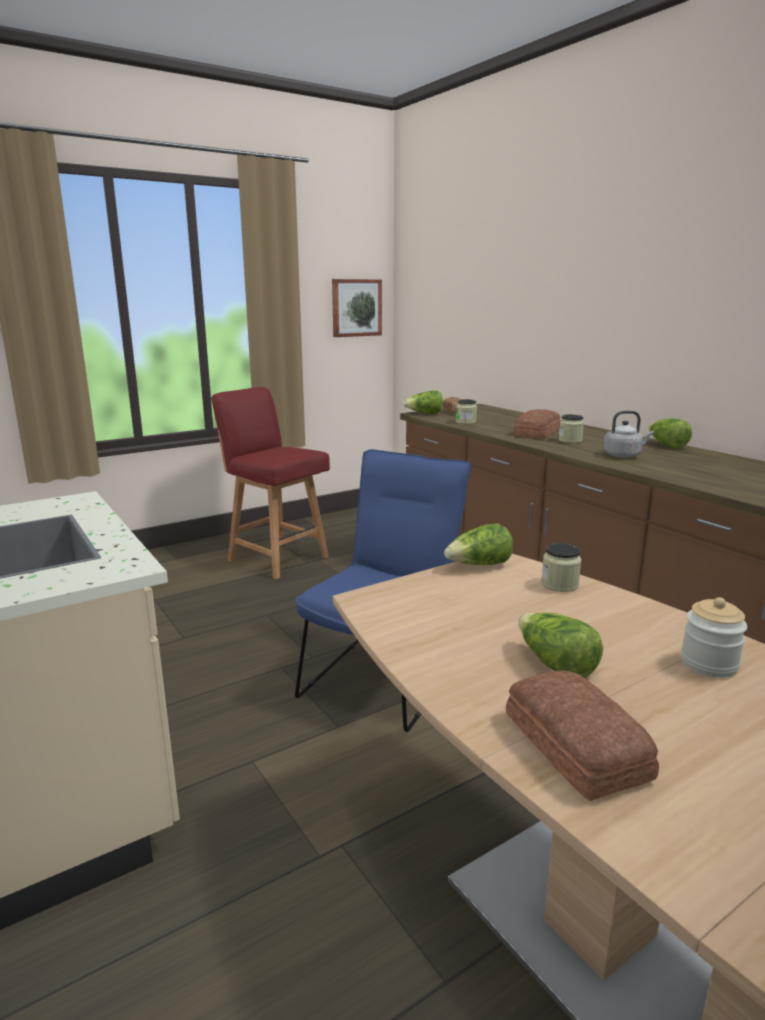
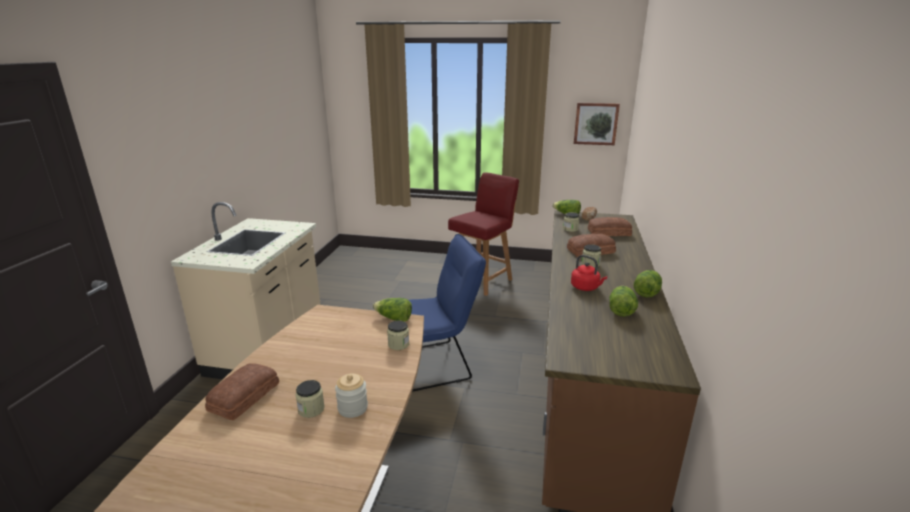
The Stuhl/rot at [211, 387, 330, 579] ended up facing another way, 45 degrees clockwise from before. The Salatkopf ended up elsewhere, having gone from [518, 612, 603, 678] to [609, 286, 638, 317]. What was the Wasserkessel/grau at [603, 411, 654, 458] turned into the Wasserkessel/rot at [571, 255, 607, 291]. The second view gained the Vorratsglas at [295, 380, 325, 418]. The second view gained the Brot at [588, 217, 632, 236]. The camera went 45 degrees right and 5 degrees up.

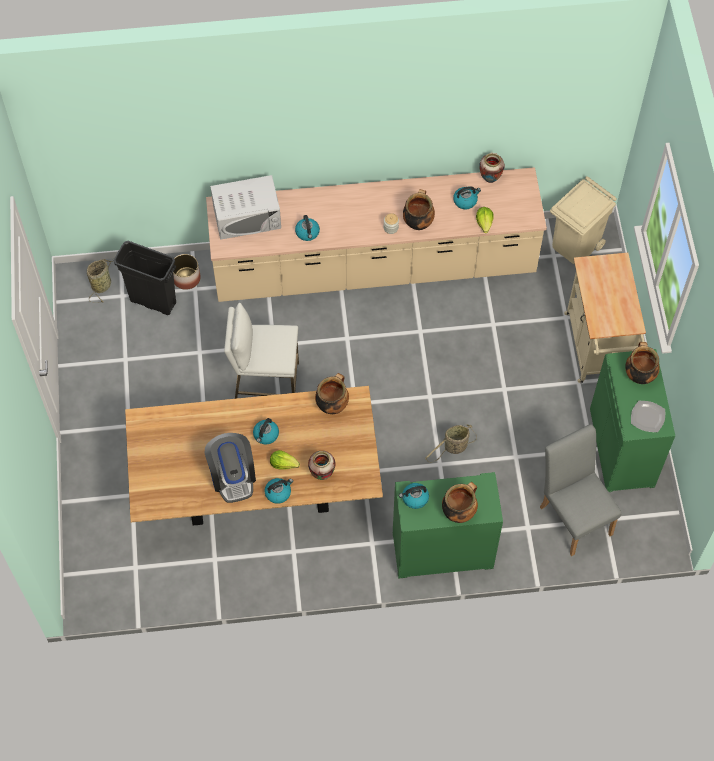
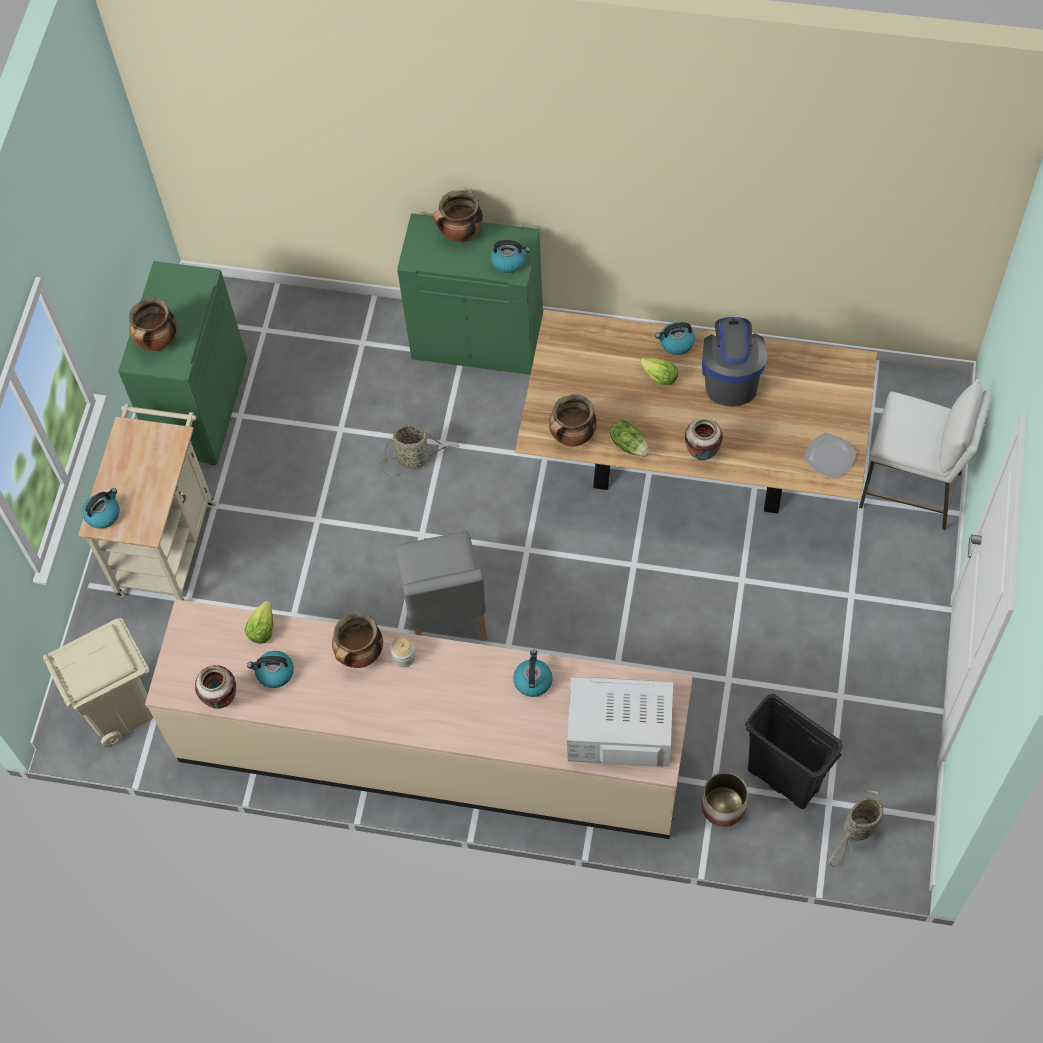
The Hocker/weiß ended up elsewhere, having gone from [224, 303, 299, 399] to [859, 379, 992, 530]. The Wasserkessel ended up elsewhere, having gone from [253, 418, 279, 444] to [82, 488, 120, 529]. The Vase ended up elsewhere, having gone from [308, 451, 335, 480] to [685, 418, 723, 460]. The Stuhl/grau ended up elsewhere, having gone from [540, 424, 622, 556] to [395, 531, 487, 641]. The Teller ended up elsewhere, having gone from [631, 401, 665, 432] to [804, 432, 857, 479]. The second view gained the Salatkopf at [610, 420, 649, 457]. The camera went 160 degrees left and 0 degrees up.

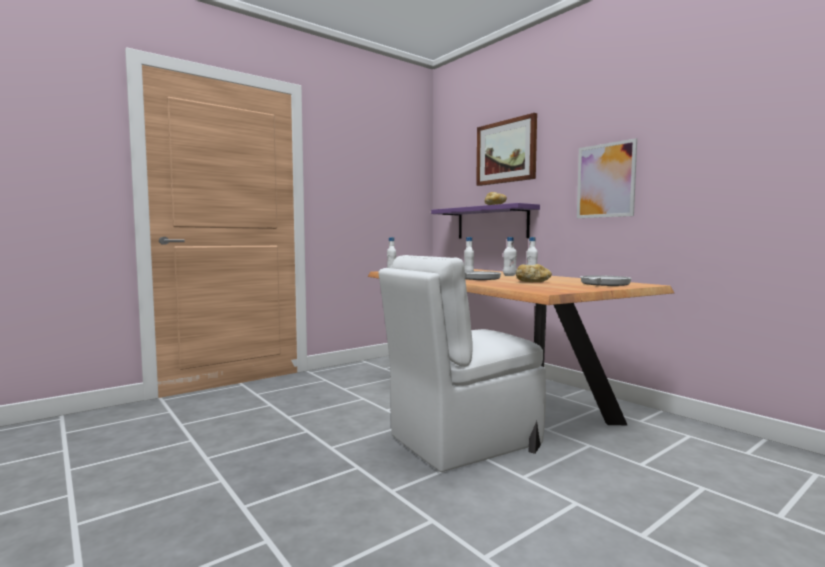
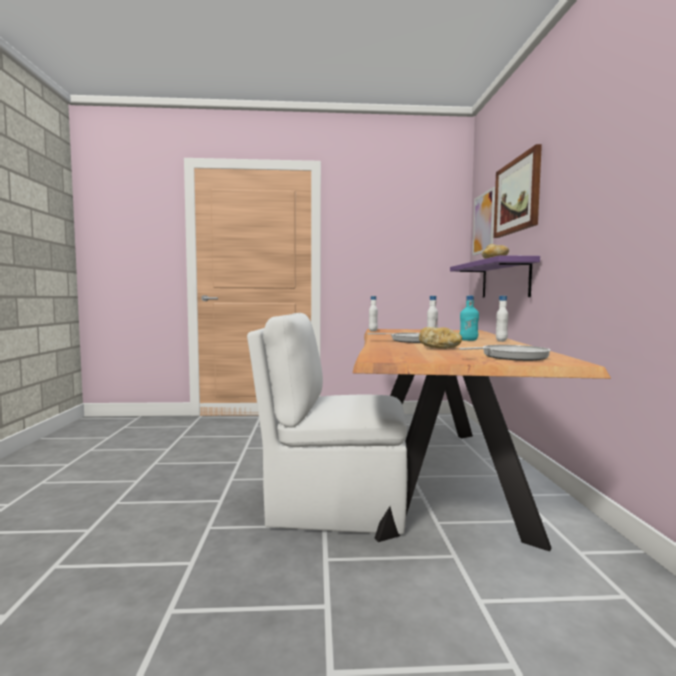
What was the Flasche/weiß at [503, 237, 517, 276] turned into the Flasche/türkis at [460, 296, 479, 341]. The Bild ended up elsewhere, having gone from [577, 138, 637, 218] to [472, 187, 495, 256]. The camera went 35 degrees right and 0 degrees up.

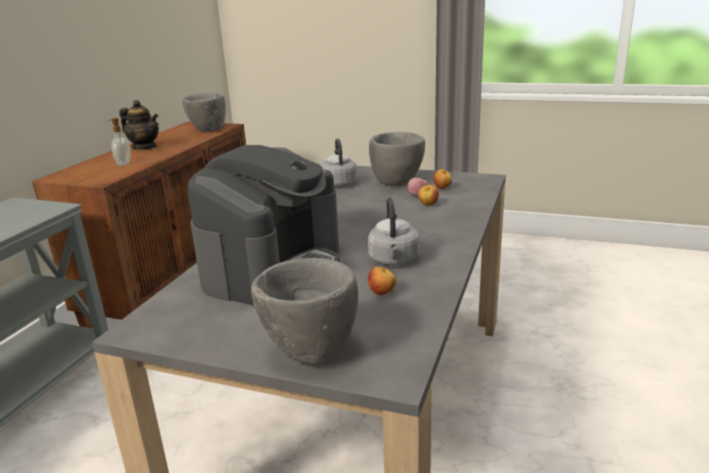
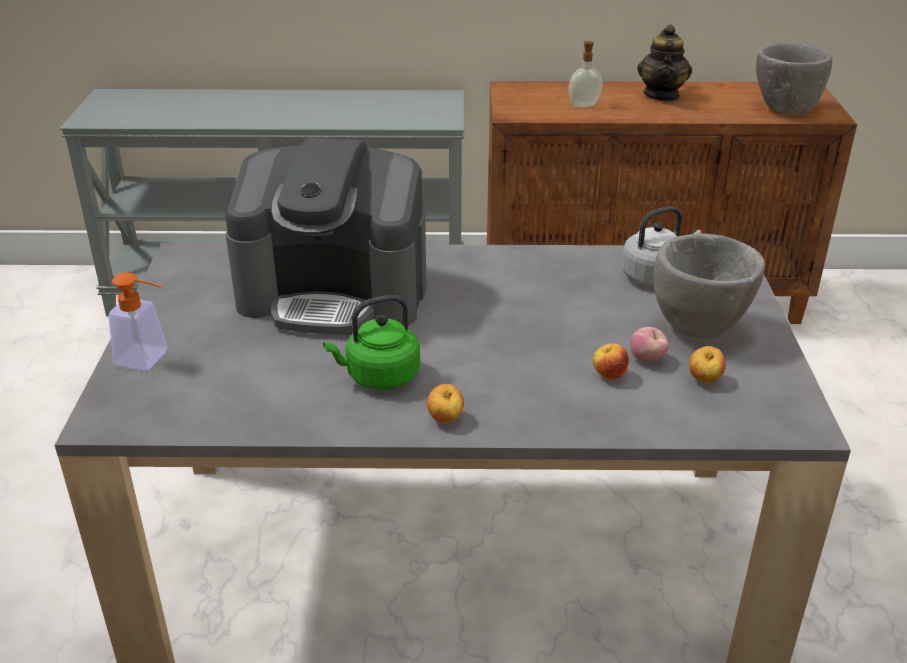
Where the Schüssel/grau stood at [251, 258, 358, 365], the Seifenspender came to stand at [108, 272, 167, 371]. What was the Wasserkessel/grau at [368, 197, 419, 266] turned into the Wasserkessel/grün at [323, 295, 420, 390]. The Apfel ended up elsewhere, having gone from [368, 267, 396, 295] to [427, 384, 464, 423]. The camera went 70 degrees right and 10 degrees up.

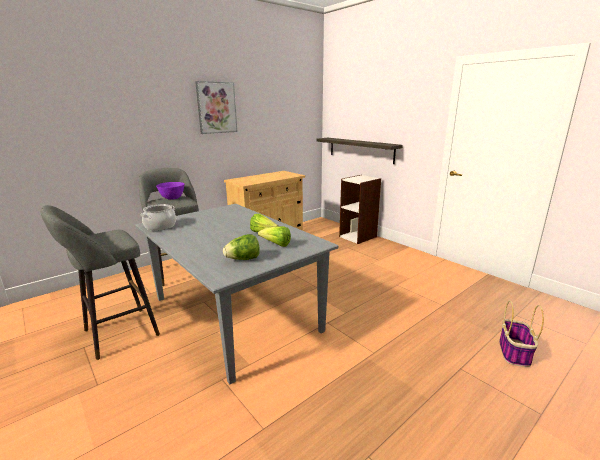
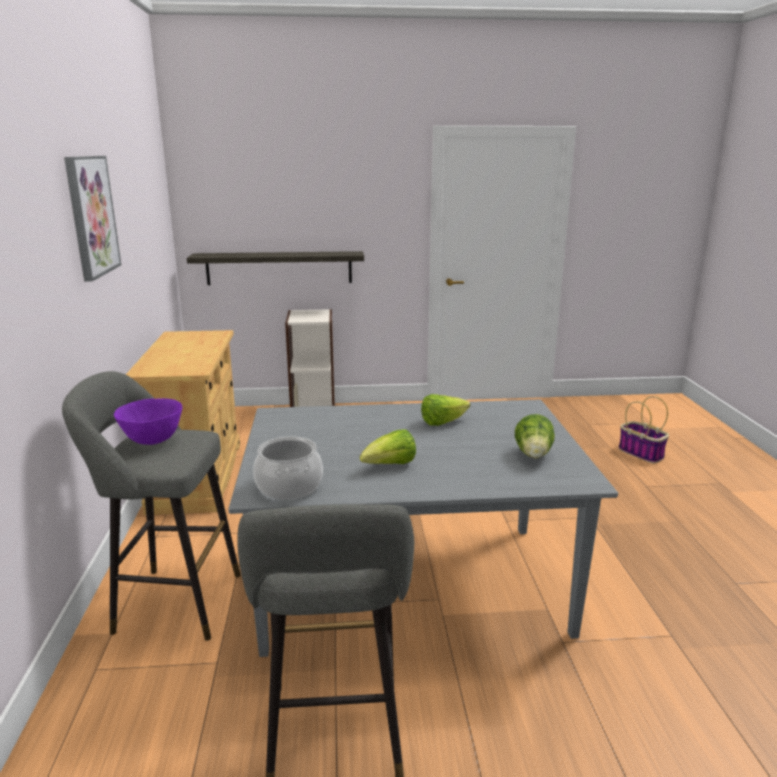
The Salatkopf ended up elsewhere, having gone from [258, 226, 291, 247] to [360, 429, 416, 464]. The camera went 55 degrees left and 0 degrees up.

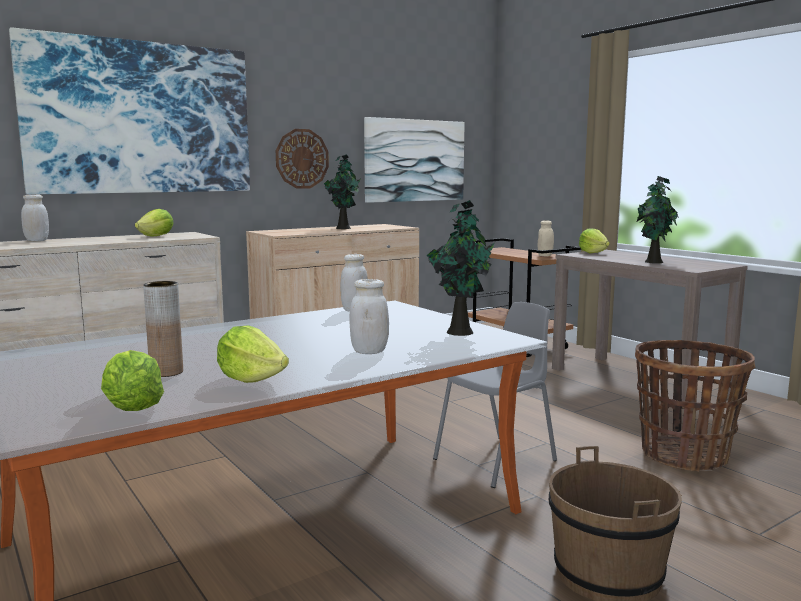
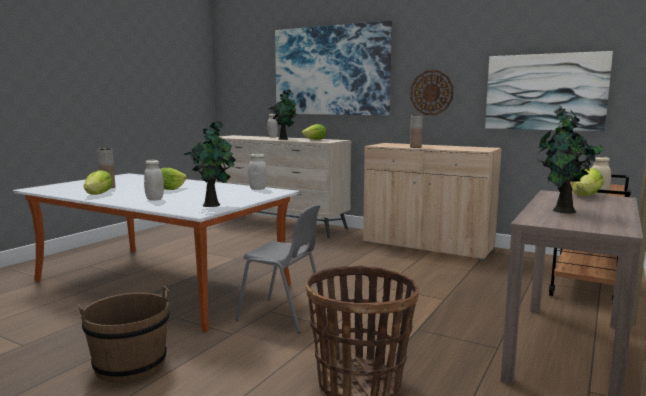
The Salatkopf ended up elsewhere, having gone from [101, 350, 164, 411] to [160, 168, 187, 190]. The Topfpflanze ended up elsewhere, having gone from [324, 154, 361, 229] to [269, 89, 298, 140]. The second view gained the Vase/braun at [410, 115, 423, 148]. The camera went 65 degrees right and 0 degrees up.

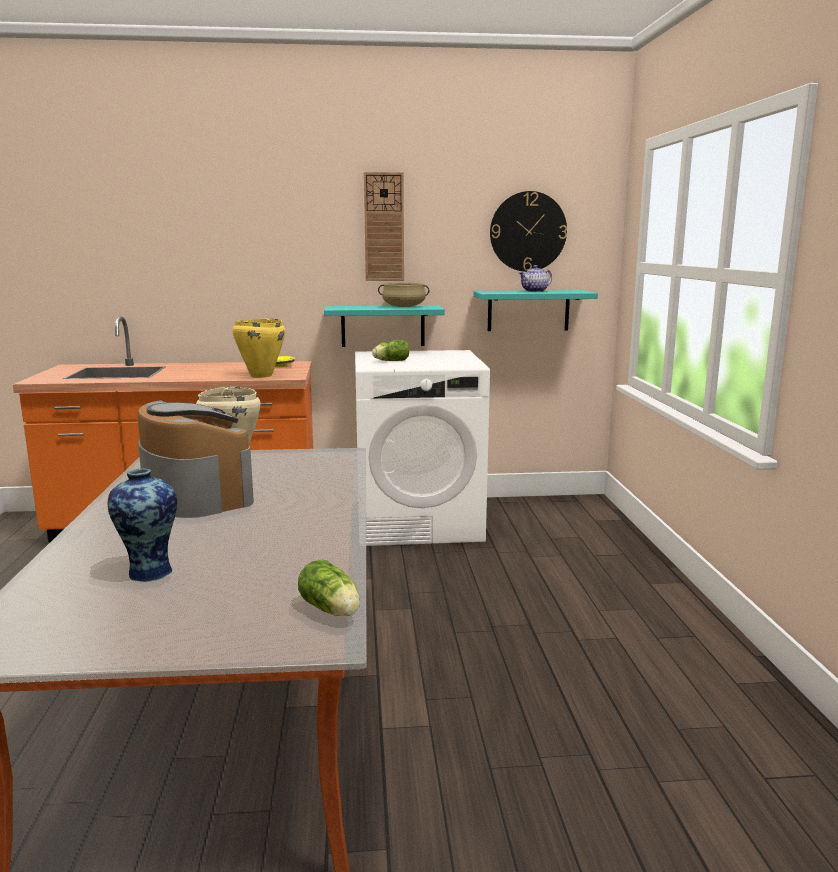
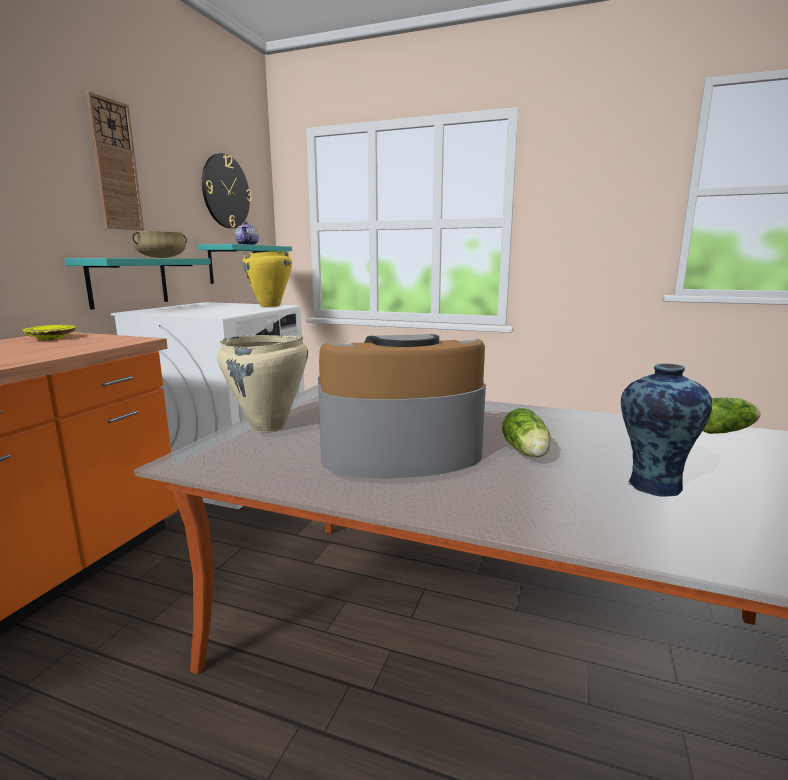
The Kochtopf/gelb ended up elsewhere, having gone from [232, 318, 285, 378] to [242, 251, 292, 307]. The Salatkopf ended up elsewhere, having gone from [372, 340, 409, 361] to [502, 408, 551, 457]. The camera went 65 degrees left and 0 degrees up.

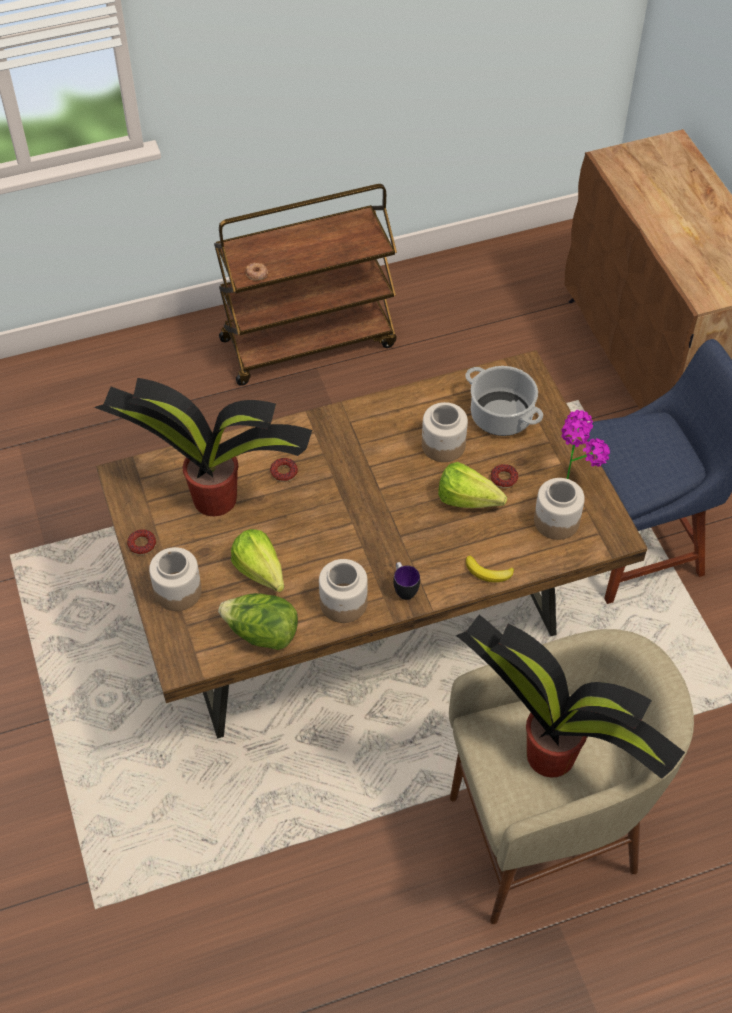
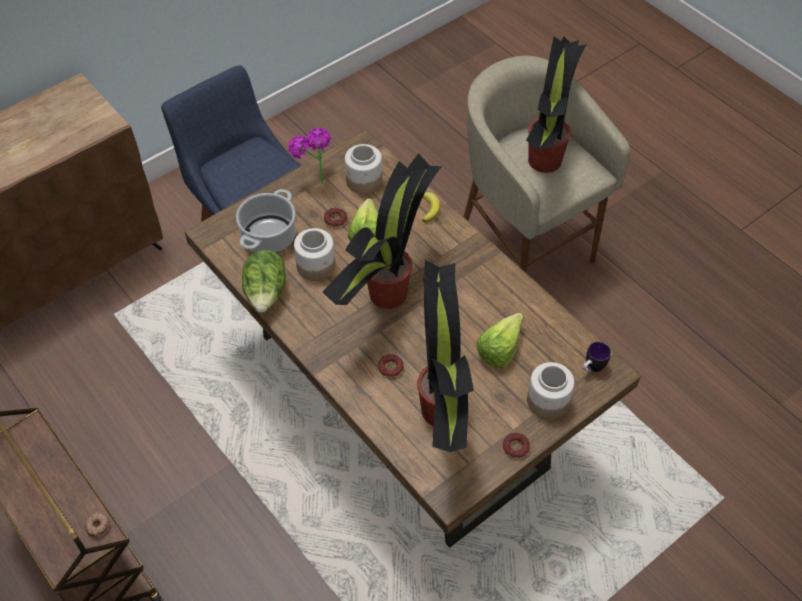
The Salatkopf ended up elsewhere, having gone from [218, 593, 298, 650] to [242, 250, 286, 312]. The second view lost the Vorratsglas at [319, 559, 368, 623]. The Henkelbecher ended up elsewhere, having gone from [393, 562, 420, 600] to [583, 342, 611, 372]. The second view gained the Topfpflanze at [323, 154, 442, 309]. The camera went 110 degrees left and 0 degrees up.

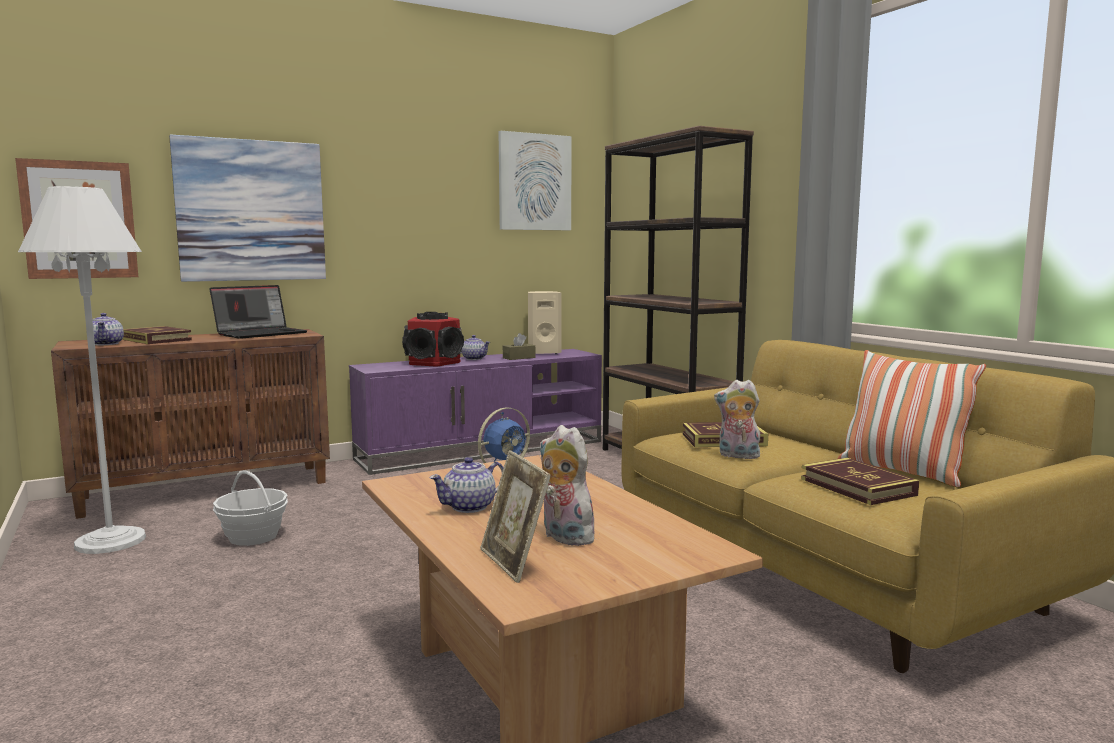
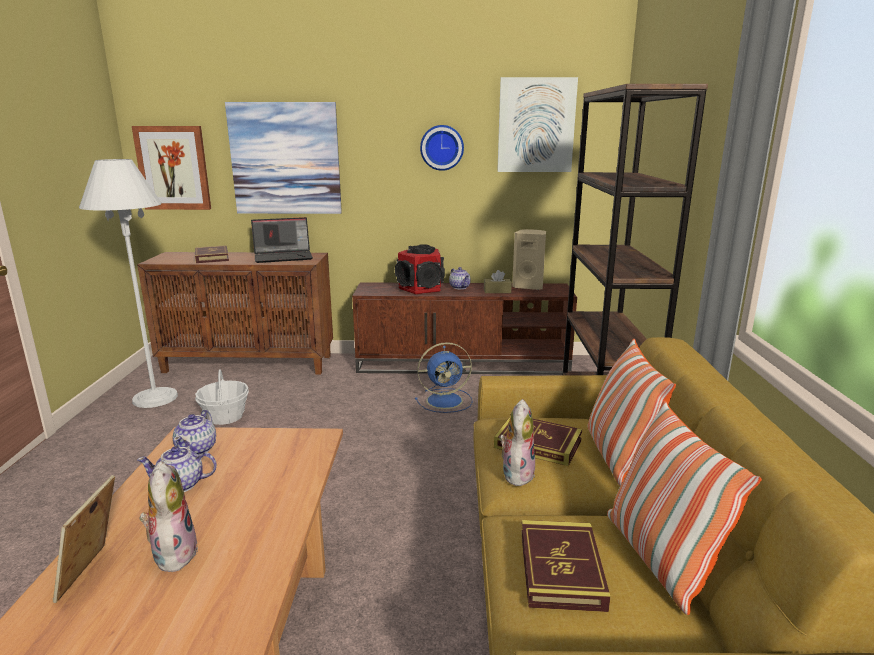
The Teekanne ended up elsewhere, having gone from [92, 313, 124, 345] to [173, 410, 216, 455]. What was the Fernsehschrank/lila at [349, 349, 602, 475] turned into the Fernsehschrank/braun at [352, 282, 577, 375]. The Plüschtier at [714, 380, 760, 459] ended up facing another way, 60 degrees clockwise from before. The second view gained the Wanduhr at [420, 125, 464, 171]. The second view gained the Kissen at [587, 339, 676, 486]. The camera went 30 degrees right and 10 degrees up.

